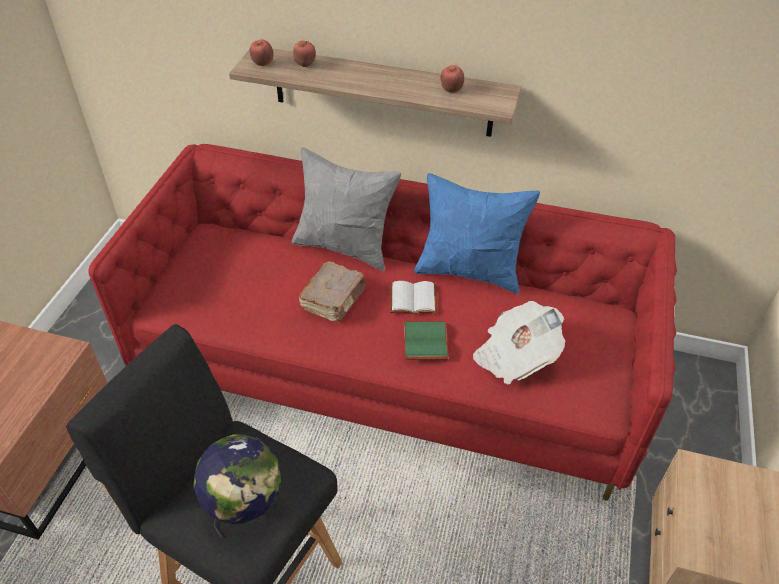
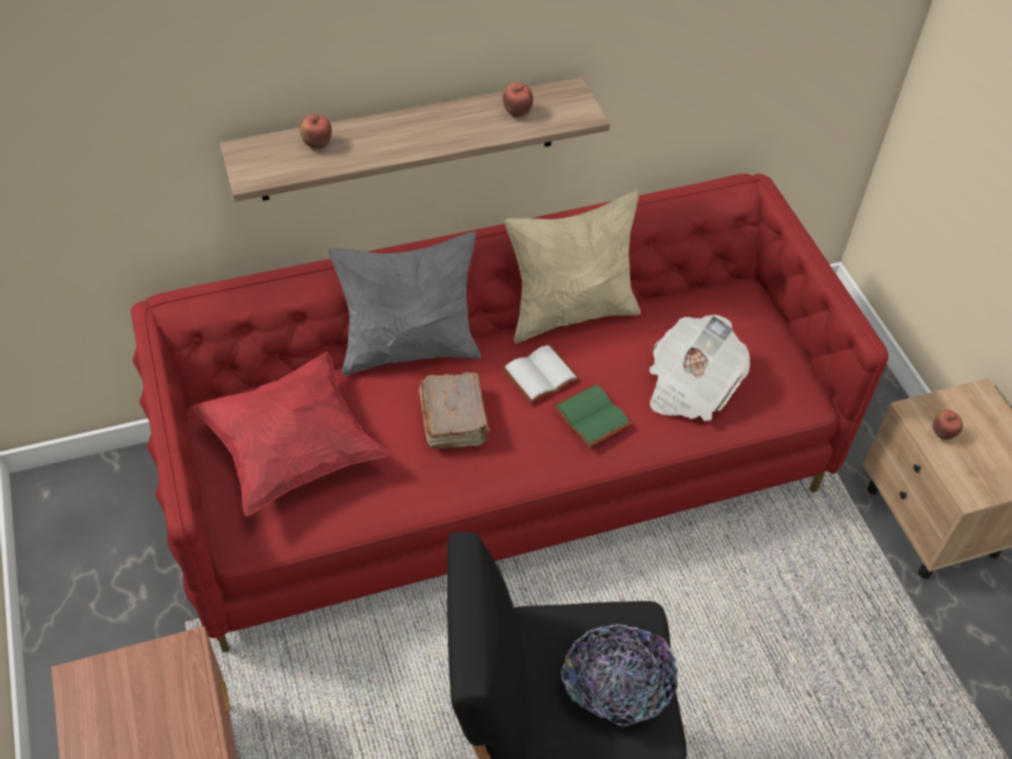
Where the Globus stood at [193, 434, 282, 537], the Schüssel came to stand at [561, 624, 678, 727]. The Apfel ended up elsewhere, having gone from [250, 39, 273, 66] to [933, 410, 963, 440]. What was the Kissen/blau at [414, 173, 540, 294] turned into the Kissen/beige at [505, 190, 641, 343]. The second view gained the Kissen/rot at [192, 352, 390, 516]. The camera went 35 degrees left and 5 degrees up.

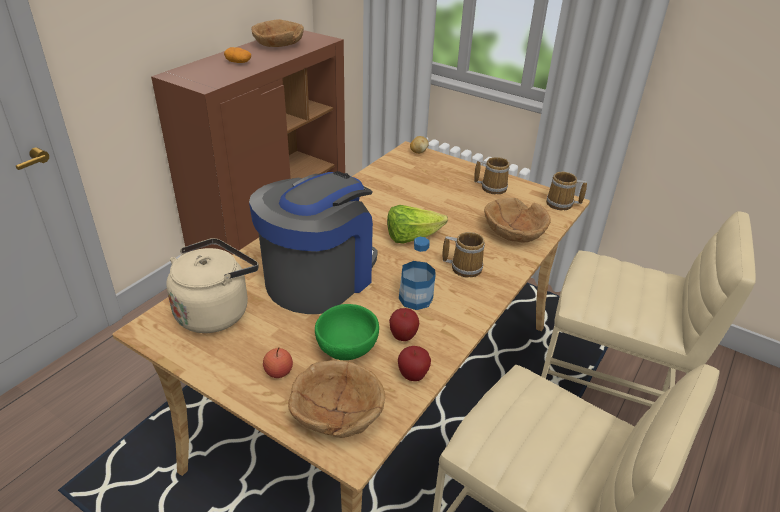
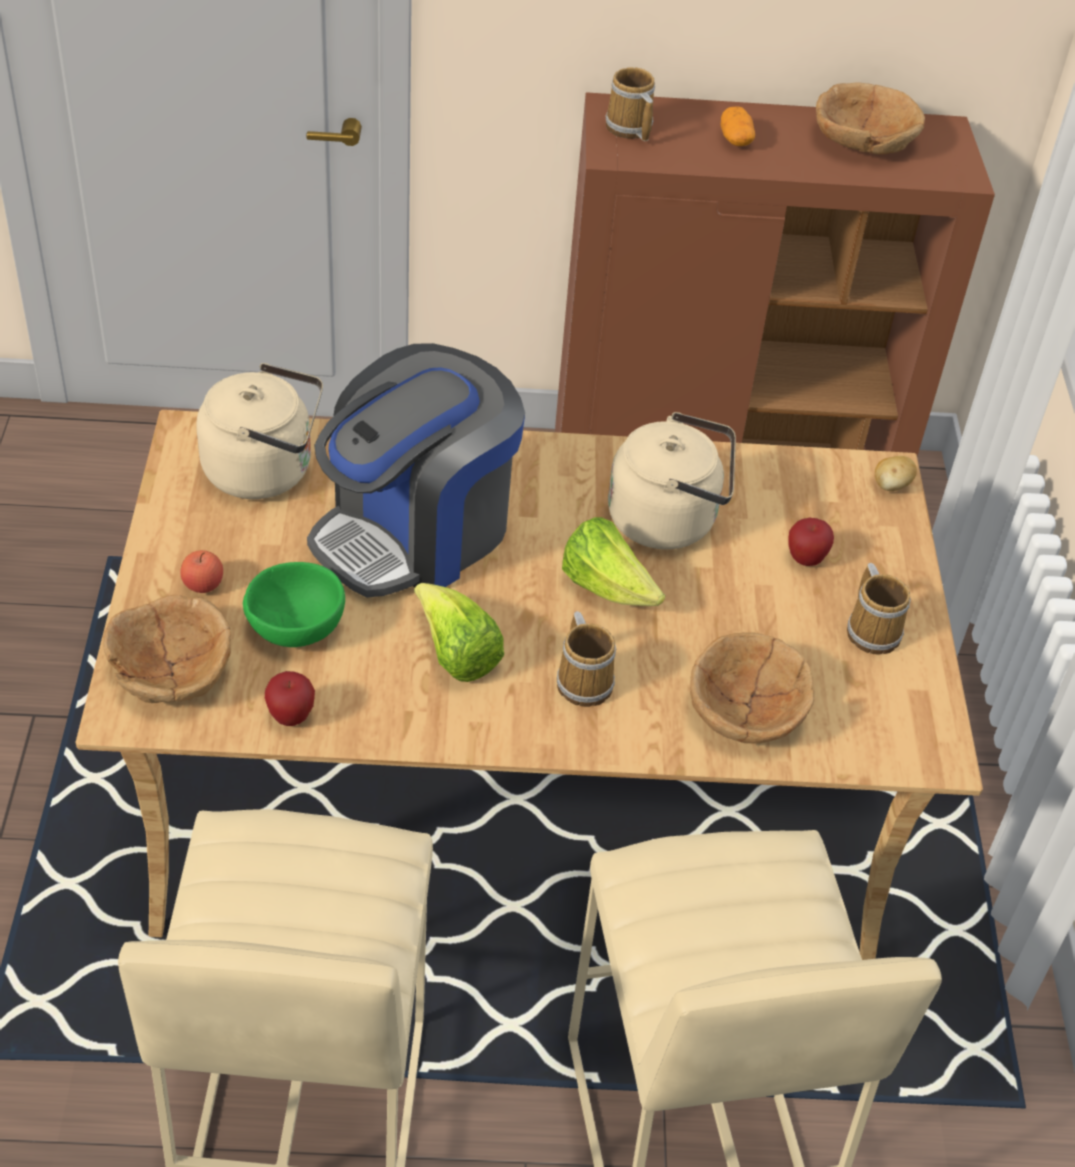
The Kaffeemaschine at [249, 171, 377, 314] ended up facing another way, 135 degrees clockwise from before. The Apfel ended up elsewhere, having gone from [389, 308, 419, 341] to [789, 518, 834, 566]. Where the Flasche stood at [399, 237, 436, 310], the Salatkopf came to stand at [414, 583, 504, 682]. The Henkelbecher ended up elsewhere, having gone from [546, 172, 587, 210] to [605, 67, 655, 141]. The second view gained the Wasserkessel/beige at [608, 412, 736, 550]. The camera went 55 degrees right and 10 degrees up.

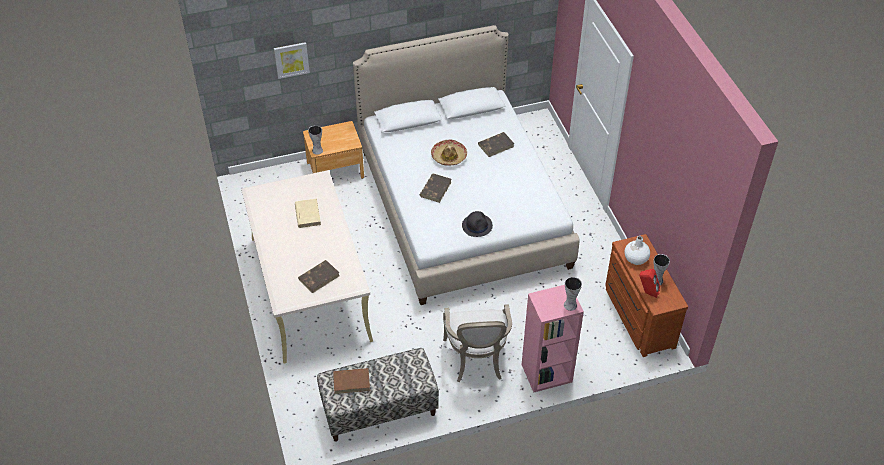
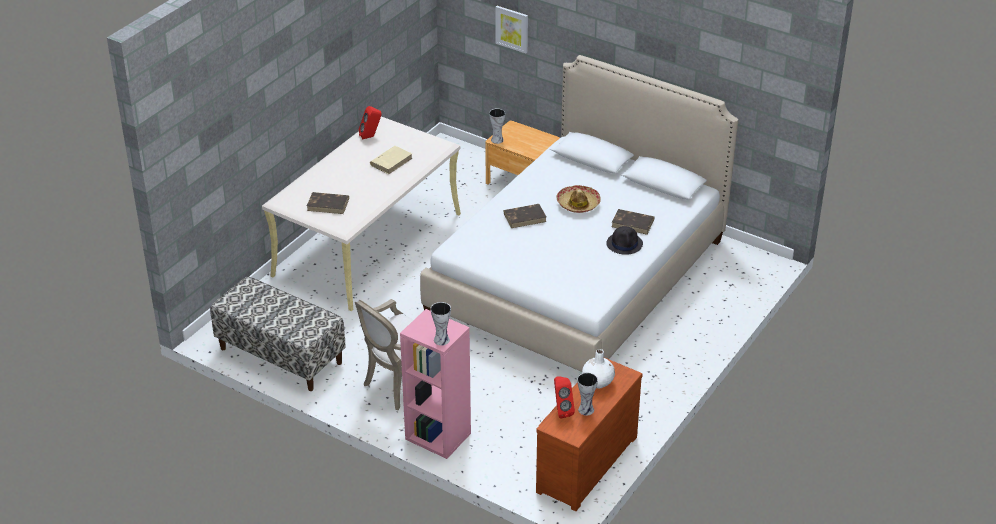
The second view lost the Buch/braun at [333, 368, 370, 394]. The Hut/schwarz ended up elsewhere, having gone from [462, 211, 493, 237] to [606, 226, 643, 255]. The second view gained the Lautsprecher/rot at [359, 106, 382, 139]. The camera went 50 degrees right and 10 degrees down.

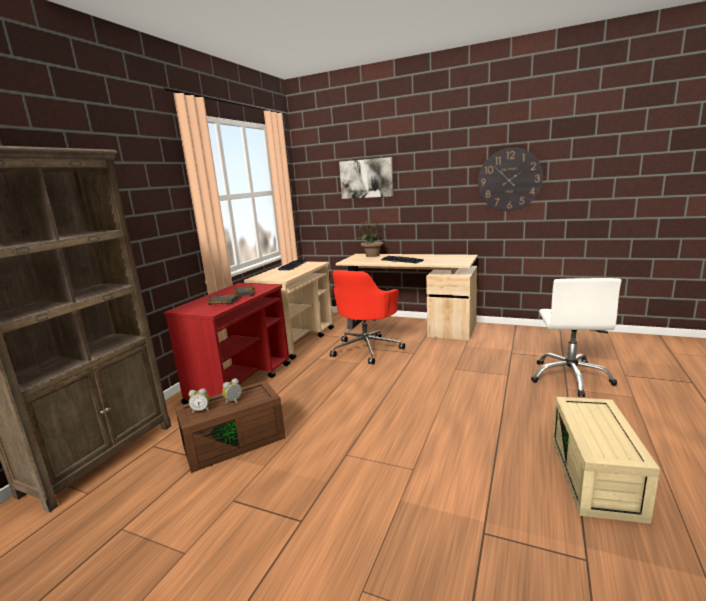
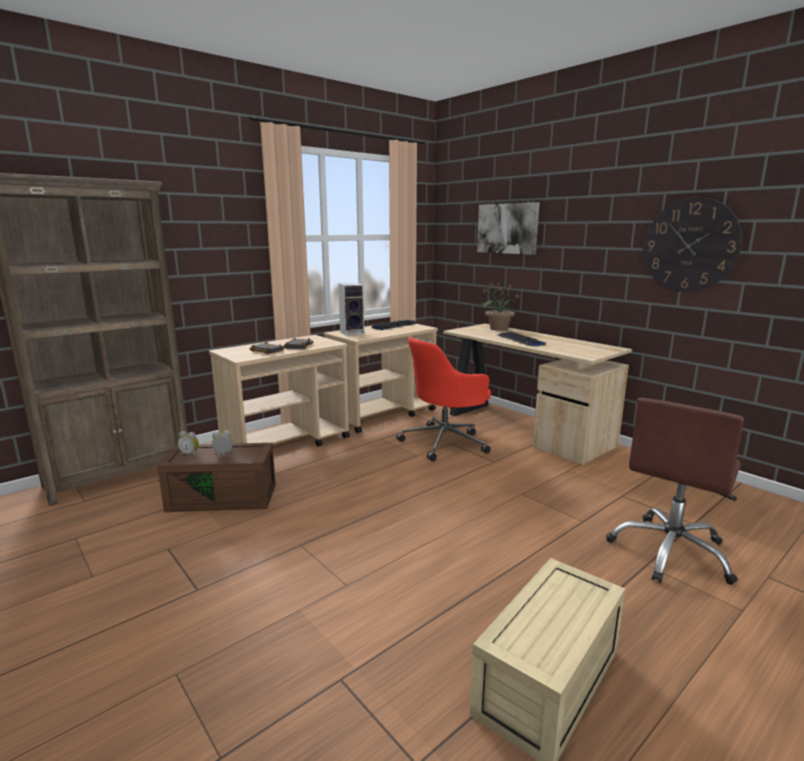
What was the Rollwagen/rot at [164, 283, 291, 404] turned into the Rollwagen/beige at [209, 335, 350, 446]. What was the Bürostuhl/weiß at [531, 278, 622, 397] turned into the Bürostuhl/braun at [606, 398, 744, 585]. The second view gained the Lautsprecher at [339, 283, 364, 335]. The camera went 25 degrees right and 0 degrees up.

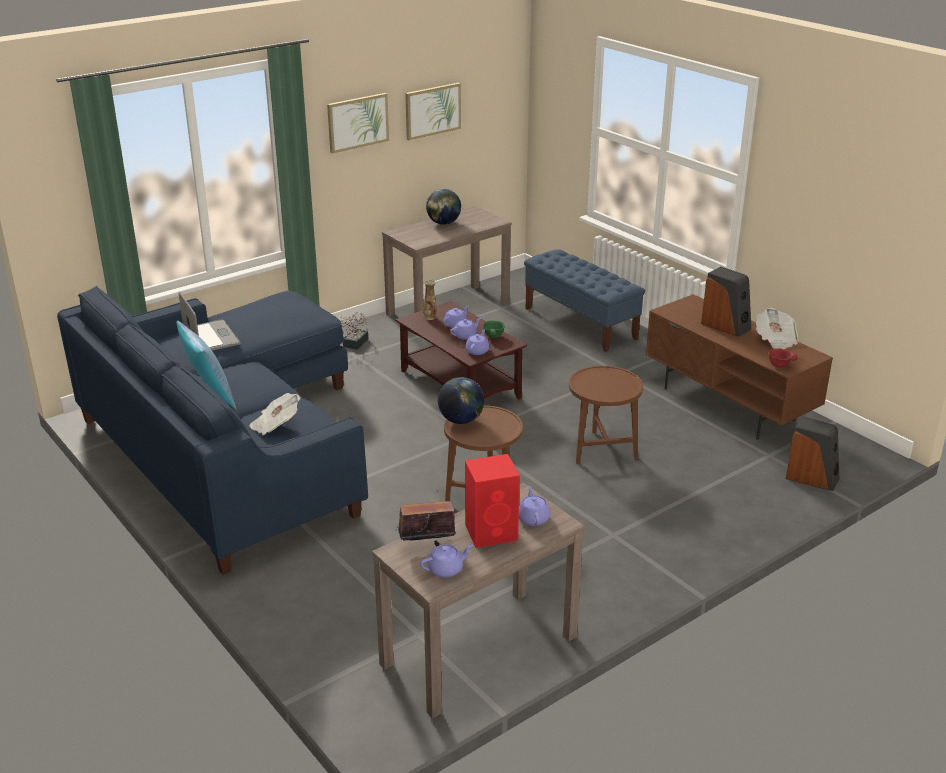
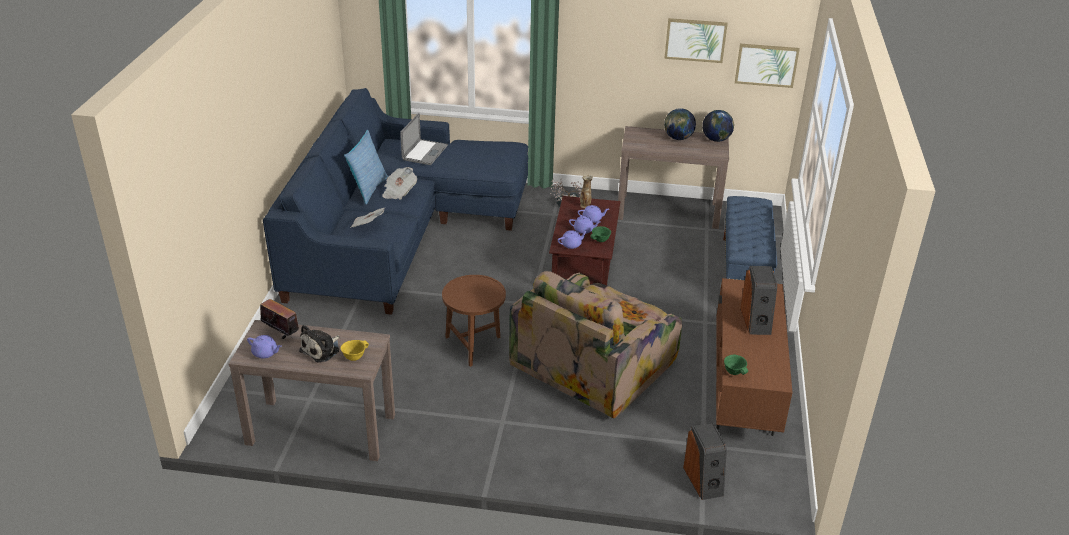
The Bild ended up elsewhere, having gone from [327, 93, 389, 153] to [735, 44, 800, 88]. The Globus ended up elsewhere, having gone from [438, 377, 484, 424] to [702, 110, 734, 142]. Where the Lautsprecher/rot stood at [465, 454, 520, 548], the Plüschtier came to stand at [299, 325, 339, 363]. Where the Teekanne/lila stood at [519, 486, 551, 526], the Schüssel/gelb came to stand at [341, 340, 369, 361]. Where the Beistelltisch/braun stood at [569, 366, 643, 464], the Sessel came to stand at [509, 271, 682, 418]. The Zeitung ended up elsewhere, having gone from [756, 308, 798, 349] to [382, 167, 417, 200]. What was the Schüssel/rot at [768, 348, 797, 368] turned into the Schüssel/grün at [724, 355, 748, 375]. The camera went 45 degrees right and 5 degrees up.

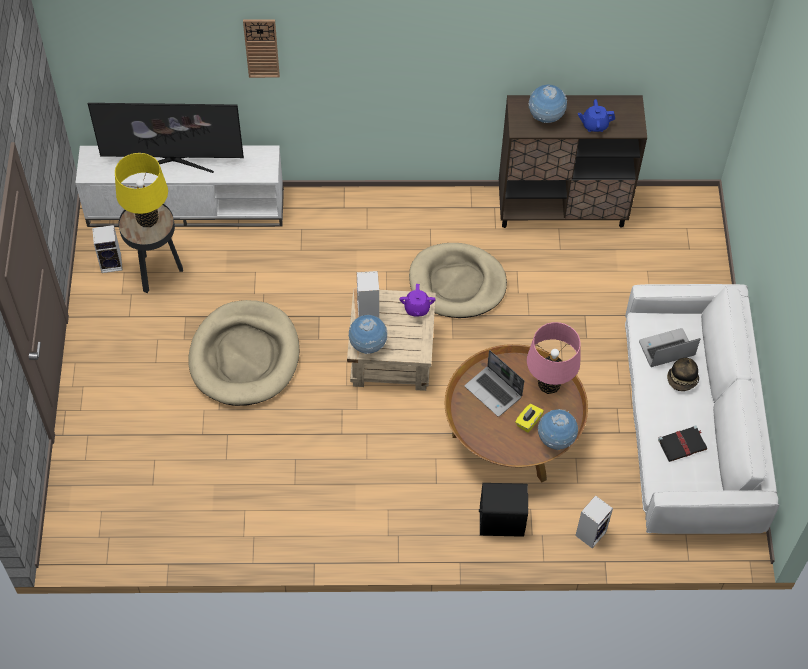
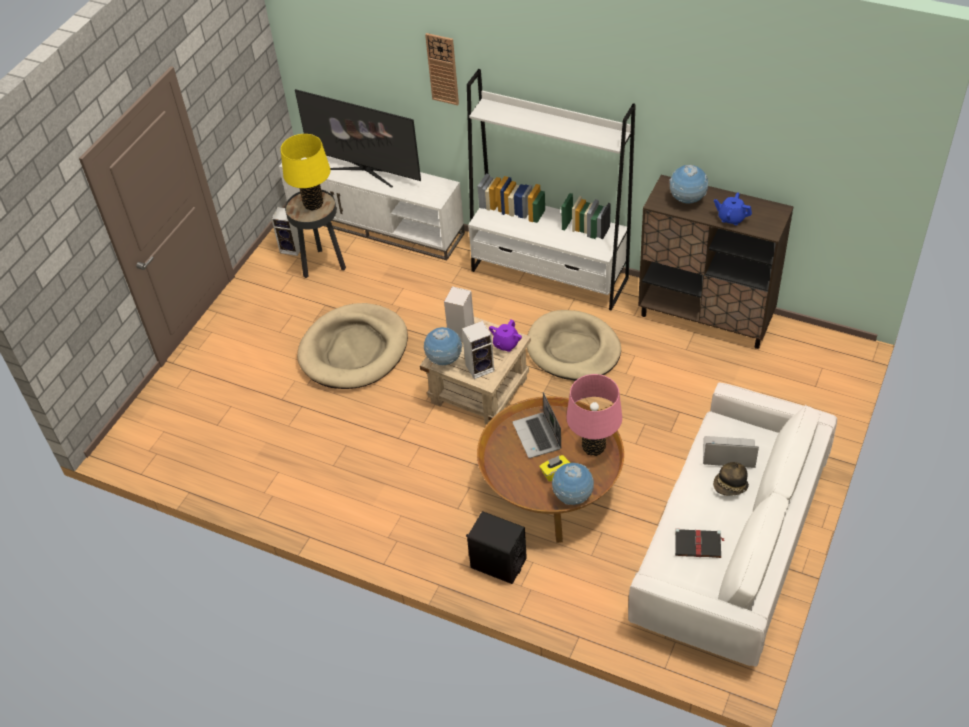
The Lautsprecher ended up elsewhere, having gone from [575, 495, 613, 548] to [462, 321, 494, 379]. The second view gained the Bücherregal/weiß at [467, 69, 636, 311]. The camera went 30 degrees right and 10 degrees down.

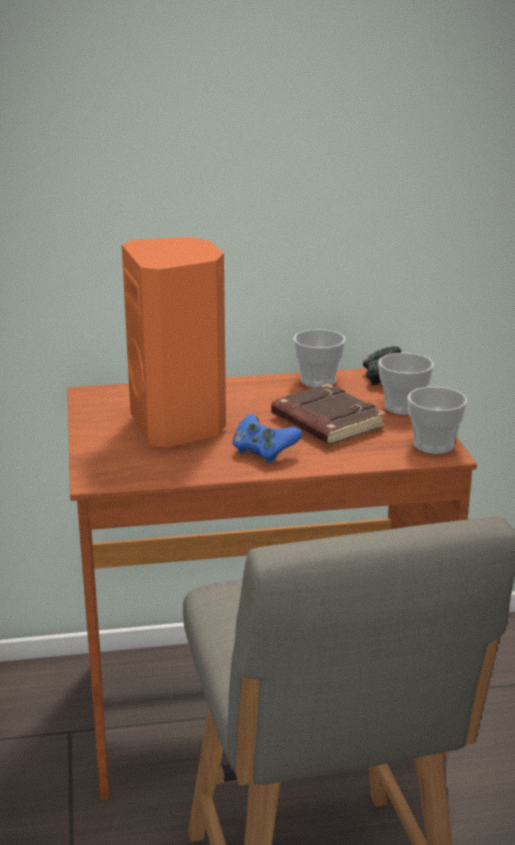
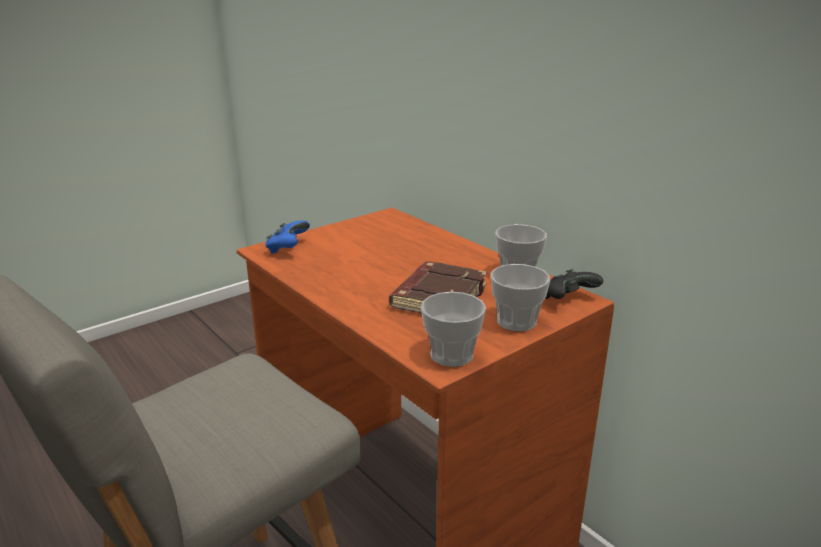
The second view lost the Lautsprecher/orange at [122, 237, 226, 448]. The Gamepad/blau ended up elsewhere, having gone from [232, 414, 302, 464] to [265, 220, 310, 254]. The camera went 60 degrees right and 0 degrees up.

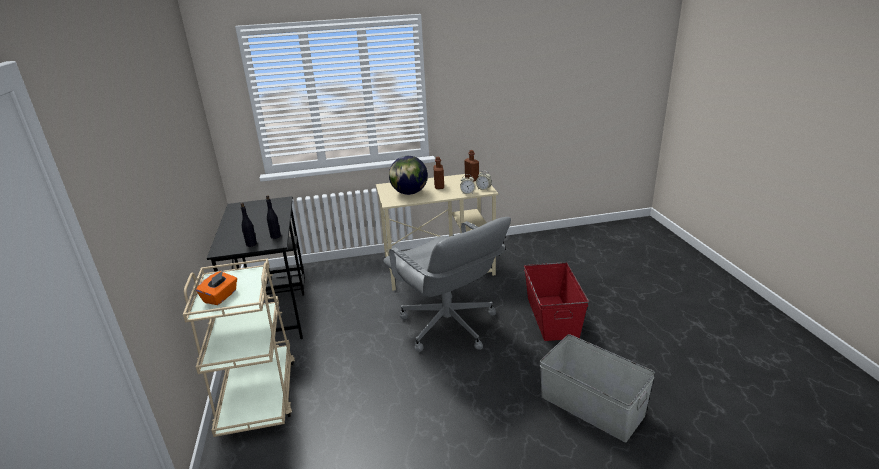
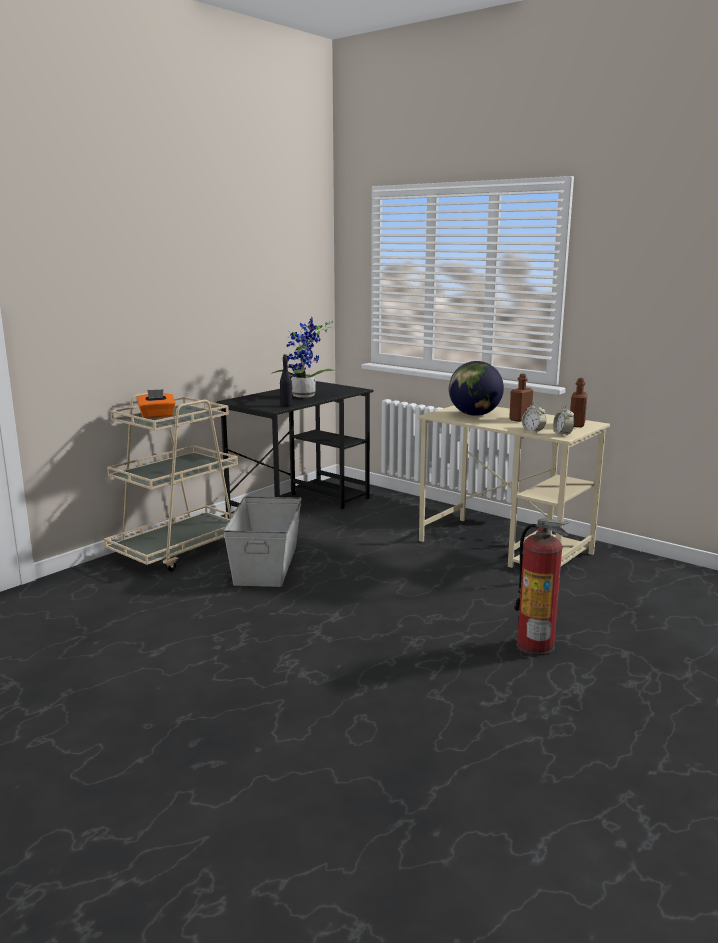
The second view lost the Flasche/schwarz at [240, 203, 257, 247]. The second view lost the Bürostuhl/grau at [383, 217, 511, 352]. Where the Aufbewahrungsbox/rot stood at [524, 262, 589, 341], the Feuerlöscher came to stand at [514, 518, 570, 656]. The Aufbewahrungsbox/grau ended up elsewhere, having gone from [540, 334, 655, 442] to [223, 496, 302, 587]. The second view gained the Topfpflanze at [271, 317, 341, 397]. The camera went 50 degrees right and 10 degrees down.

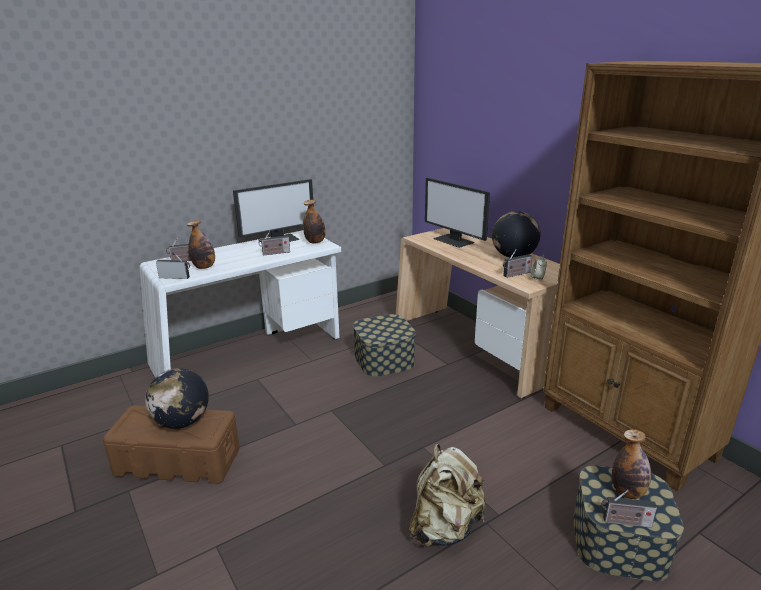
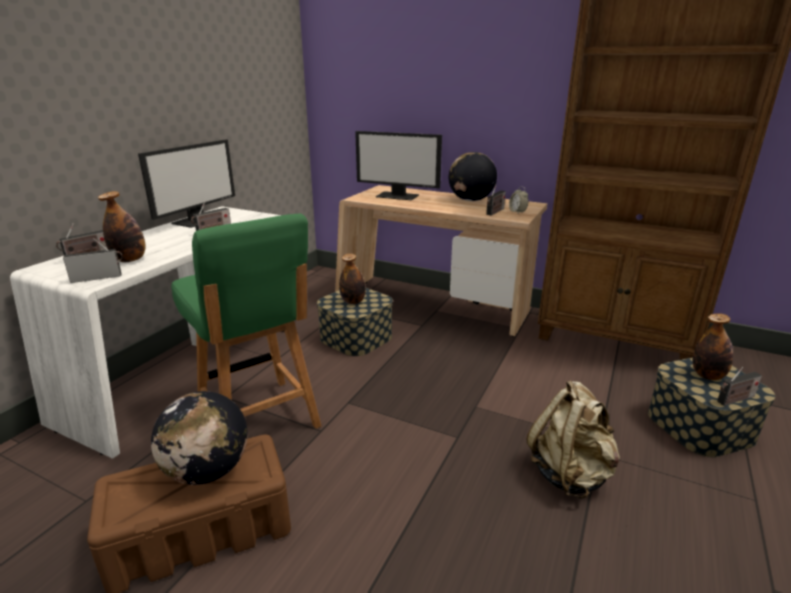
The Flasche ended up elsewhere, having gone from [303, 200, 325, 244] to [339, 254, 365, 304]. The second view gained the Stuhl/grün at [171, 214, 321, 429]. The camera went 30 degrees left and 0 degrees up.

